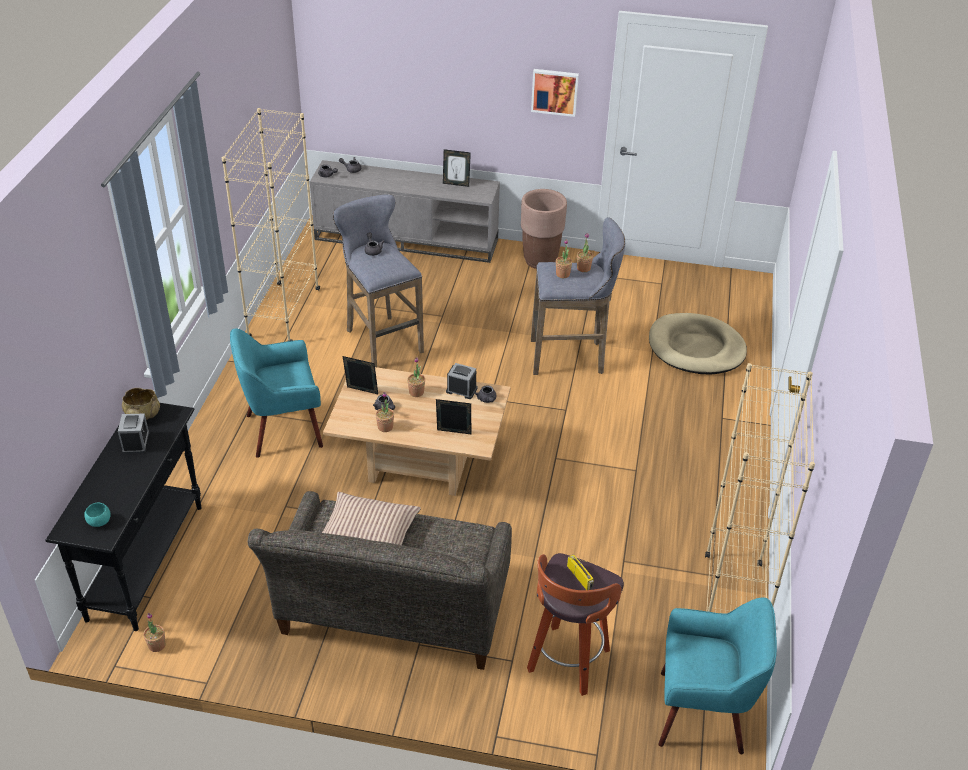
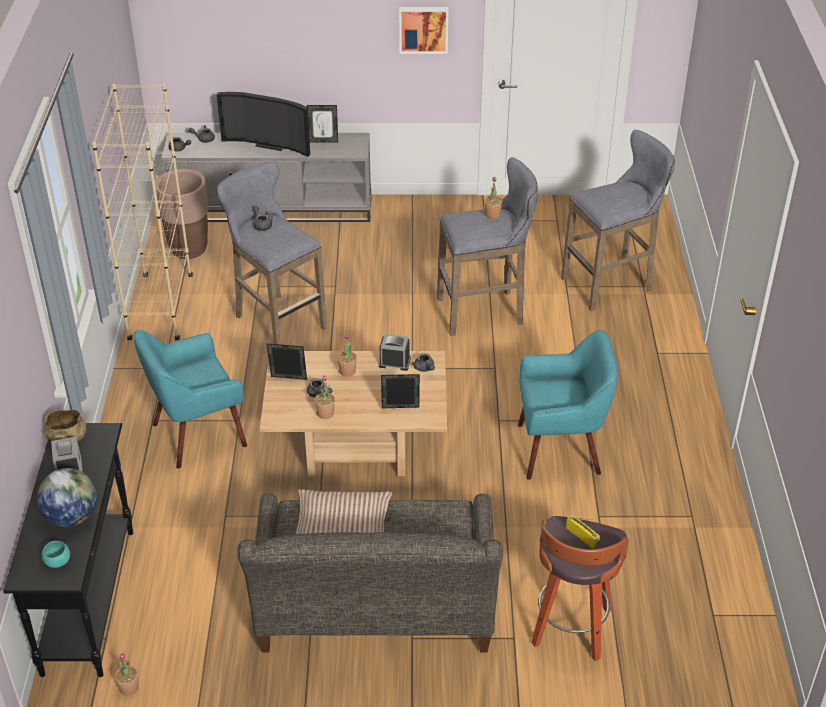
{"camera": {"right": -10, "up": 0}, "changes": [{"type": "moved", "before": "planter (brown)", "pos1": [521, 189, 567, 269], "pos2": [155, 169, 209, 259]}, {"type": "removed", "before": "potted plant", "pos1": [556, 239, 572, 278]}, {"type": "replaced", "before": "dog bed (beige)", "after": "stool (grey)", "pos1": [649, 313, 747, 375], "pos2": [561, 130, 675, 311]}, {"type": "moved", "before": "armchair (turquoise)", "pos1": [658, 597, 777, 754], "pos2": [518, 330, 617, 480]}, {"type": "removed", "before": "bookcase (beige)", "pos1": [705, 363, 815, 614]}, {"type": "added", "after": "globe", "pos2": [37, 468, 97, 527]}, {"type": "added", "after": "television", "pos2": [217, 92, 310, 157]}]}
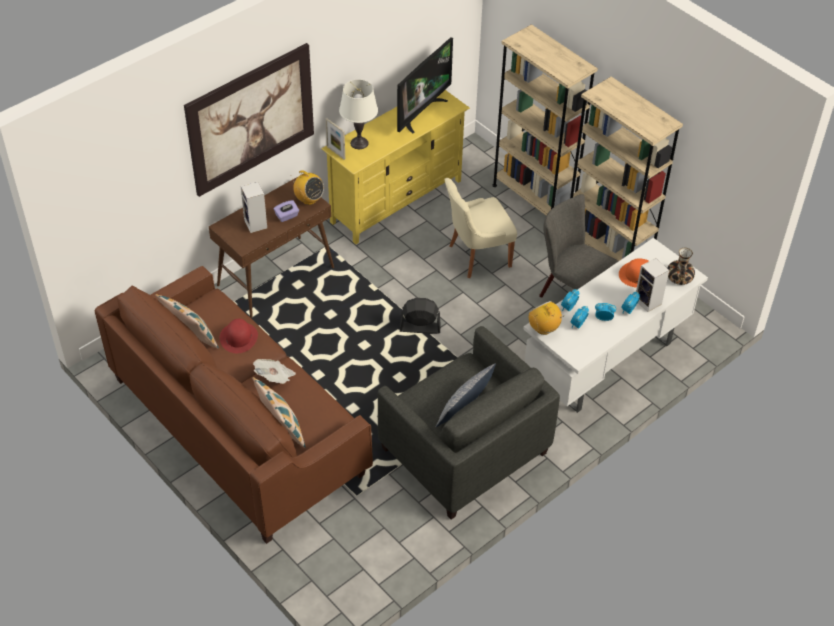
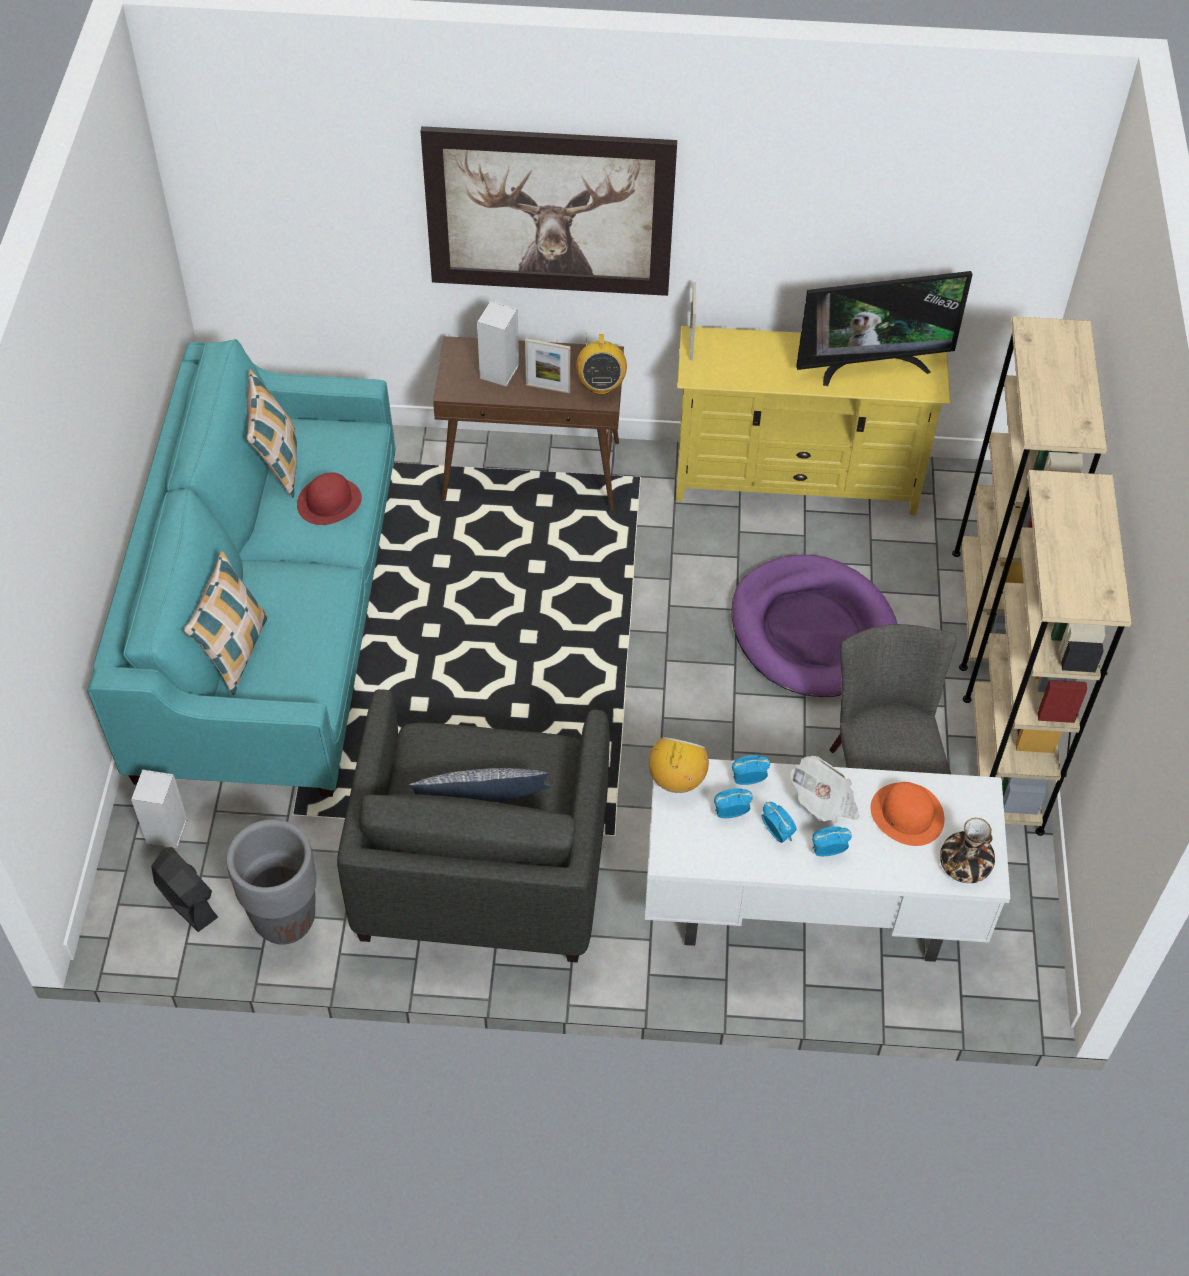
{"camera": {"right": 45, "up": 5}, "changes": [{"type": "recoloured", "before": "sofa (brown)", "after": "sofa (turquoise)", "pos1": [95, 266, 373, 544], "pos2": [87, 339, 396, 797]}, {"type": "moved", "before": "newspaper", "pos1": [253, 359, 296, 384], "pos2": [790, 756, 860, 823]}, {"type": "replaced", "before": "tissue box (purple)", "after": "picture frame", "pos1": [274, 200, 299, 222], "pos2": [525, 338, 570, 393]}, {"type": "removed", "before": "table lamp (white)", "pos1": [339, 79, 378, 149]}, {"type": "moved", "before": "fan (black)", "pos1": [400, 298, 440, 334], "pos2": [151, 847, 218, 932]}, {"type": "replaced", "before": "chair (beige)", "after": "dog bed (purple)", "pos1": [444, 178, 517, 278], "pos2": [731, 555, 897, 697]}, {"type": "moved", "before": "speaker", "pos1": [636, 258, 669, 312], "pos2": [131, 770, 188, 849]}, {"type": "added", "after": "planter (grey)", "pos2": [226, 819, 317, 945]}]}
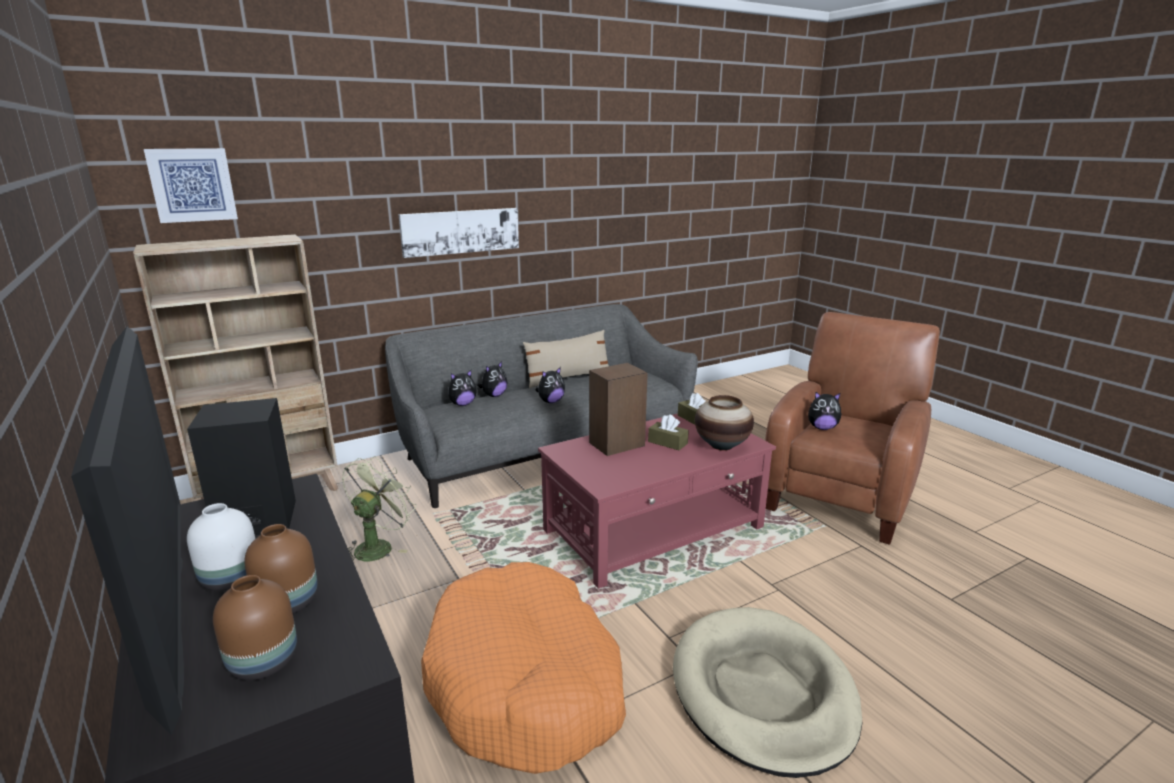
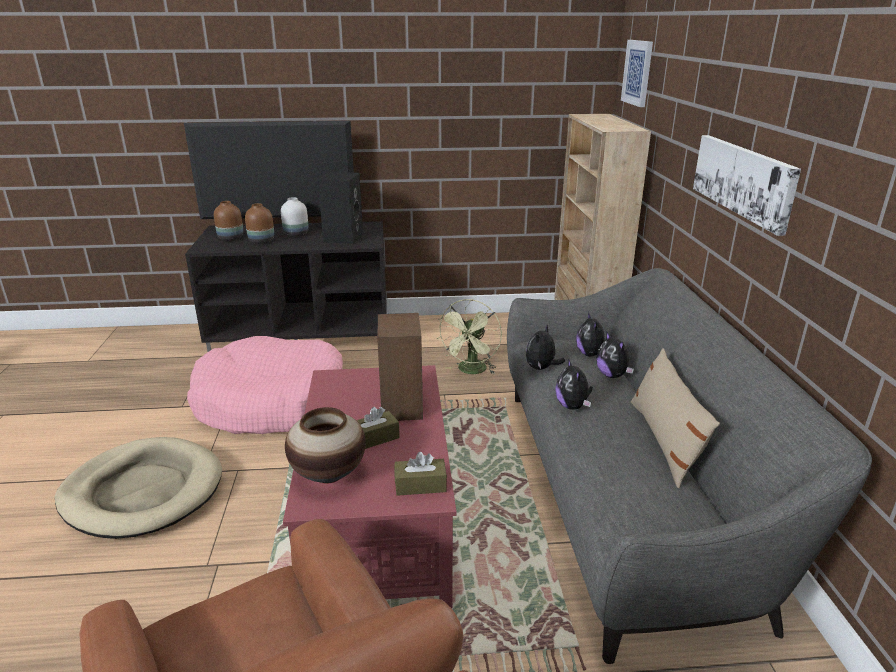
{"camera": {"right": 115, "up": 5}, "changes": [{"type": "turned", "before": "fan (green)", "pos1": [342, 456, 416, 561], "pos2": [437, 299, 502, 374], "turn": 60}, {"type": "recoloured", "before": "dog bed (orange)", "after": "dog bed (pink)", "pos1": [421, 562, 626, 774], "pos2": [187, 336, 343, 434]}, {"type": "moved", "before": "plush toy", "pos1": [808, 392, 842, 430], "pos2": [526, 325, 565, 370]}]}
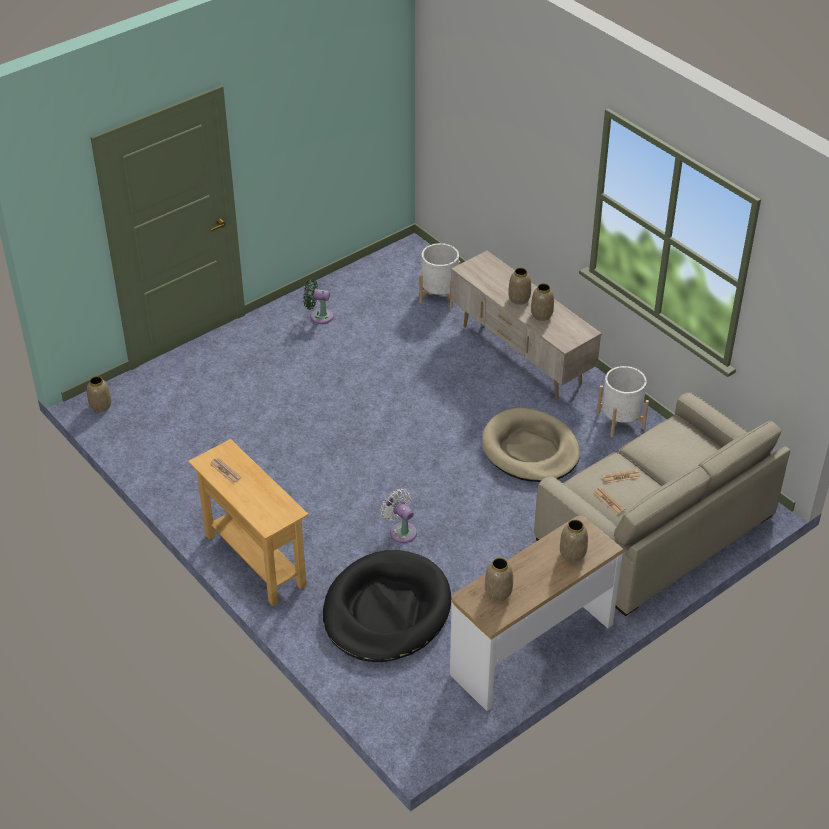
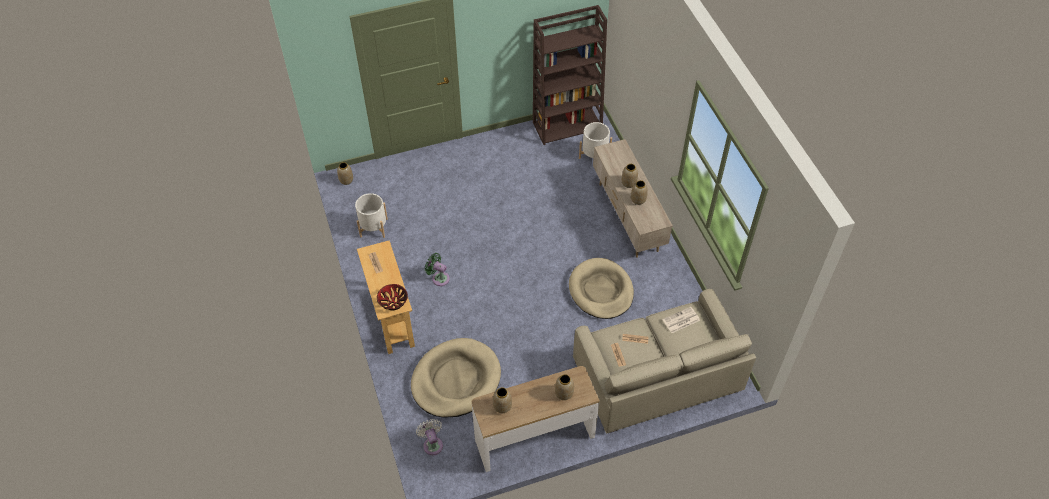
{"camera": {"right": 20, "up": 10}, "changes": [{"type": "moved", "before": "fan (green)", "pos1": [304, 278, 333, 324], "pos2": [425, 253, 450, 286]}, {"type": "recoloured", "before": "dog bed (black)", "after": "dog bed (beige)", "pos1": [323, 550, 451, 662], "pos2": [411, 338, 501, 418]}, {"type": "moved", "before": "fan (white)", "pos1": [380, 489, 417, 543], "pos2": [416, 419, 443, 455]}, {"type": "moved", "before": "planter (white)", "pos1": [597, 366, 649, 437], "pos2": [355, 193, 388, 238]}, {"type": "added", "after": "bowl", "pos2": [377, 284, 408, 310]}, {"type": "added", "after": "bookcase (brown)", "pos2": [533, 5, 607, 145]}, {"type": "added", "after": "newspaper", "pos2": [662, 307, 700, 333]}]}
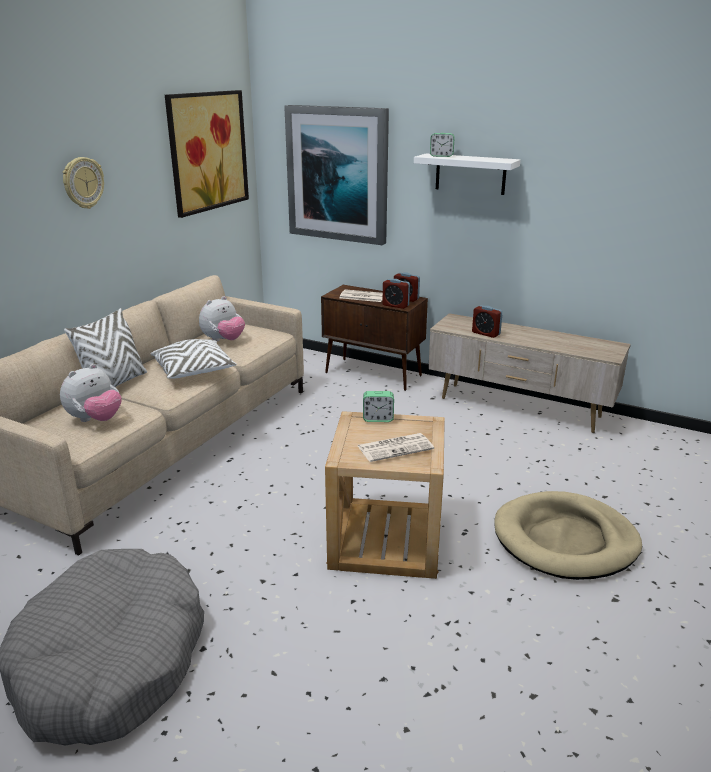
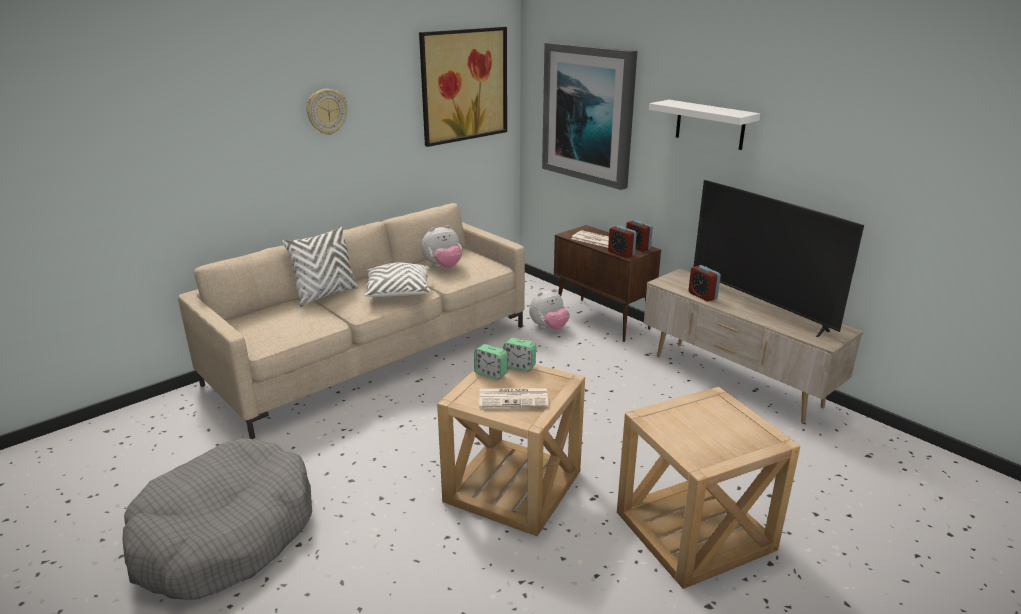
{"camera": {"right": 20, "up": 0}, "changes": [{"type": "moved", "before": "plush toy", "pos1": [60, 364, 122, 422], "pos2": [529, 289, 570, 330]}, {"type": "moved", "before": "alarm clock", "pos1": [430, 133, 455, 157], "pos2": [474, 344, 508, 380]}, {"type": "replaced", "before": "dog bed (beige)", "after": "side table (beige)", "pos1": [494, 491, 642, 580], "pos2": [617, 387, 800, 589]}, {"type": "added", "after": "television", "pos2": [694, 180, 864, 337]}]}
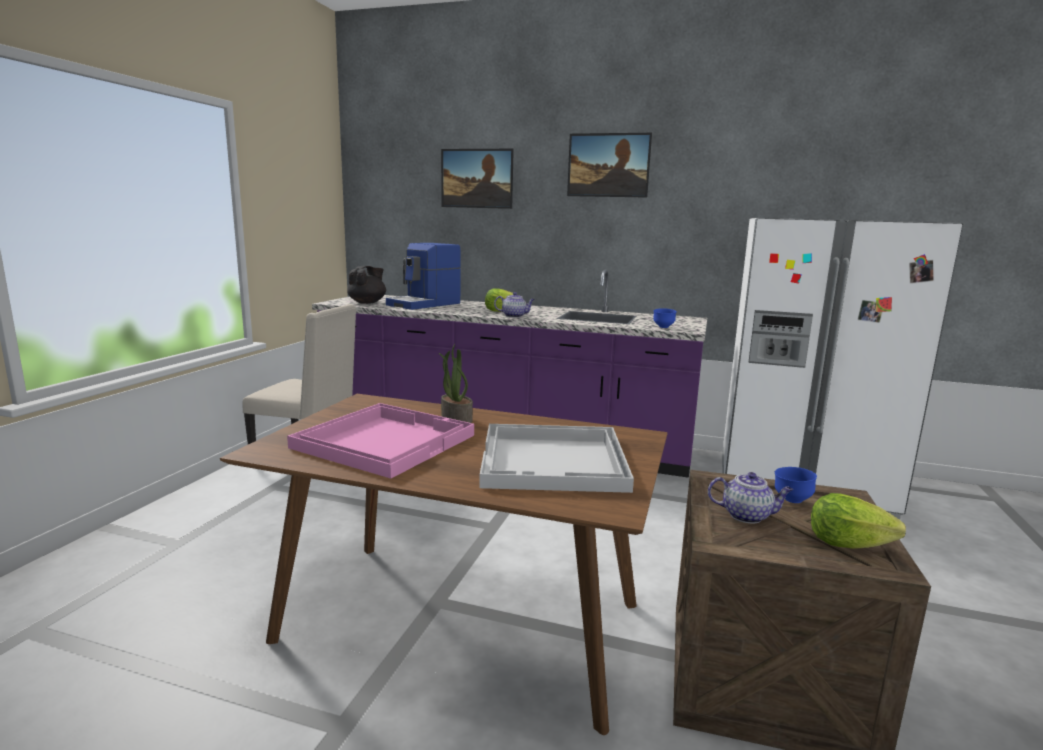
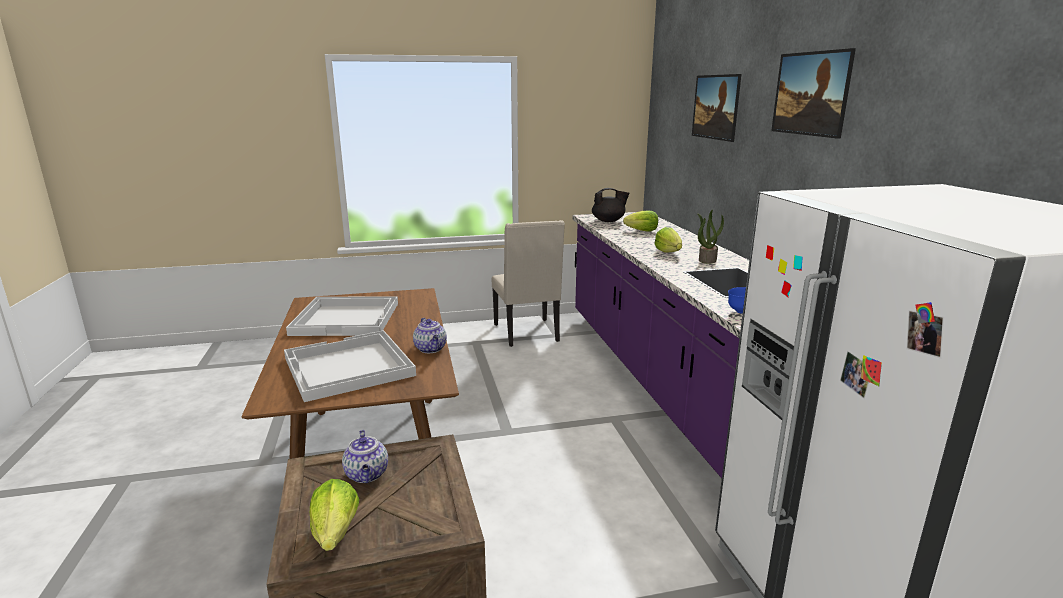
{"camera": {"right": 60, "up": 5}, "changes": [{"type": "recoloured", "before": "tray (pink)", "after": "tray (white)", "pos1": [287, 403, 474, 478], "pos2": [286, 296, 398, 336]}, {"type": "replaced", "before": "coffee machine", "after": "lettuce", "pos1": [386, 243, 461, 310], "pos2": [623, 211, 658, 232]}, {"type": "moved", "before": "potted plant", "pos1": [439, 344, 473, 423], "pos2": [697, 210, 724, 264]}, {"type": "moved", "before": "teapot", "pos1": [494, 292, 535, 318], "pos2": [413, 318, 447, 353]}, {"type": "removed", "before": "bowl (blue)", "pos1": [775, 467, 817, 503]}]}
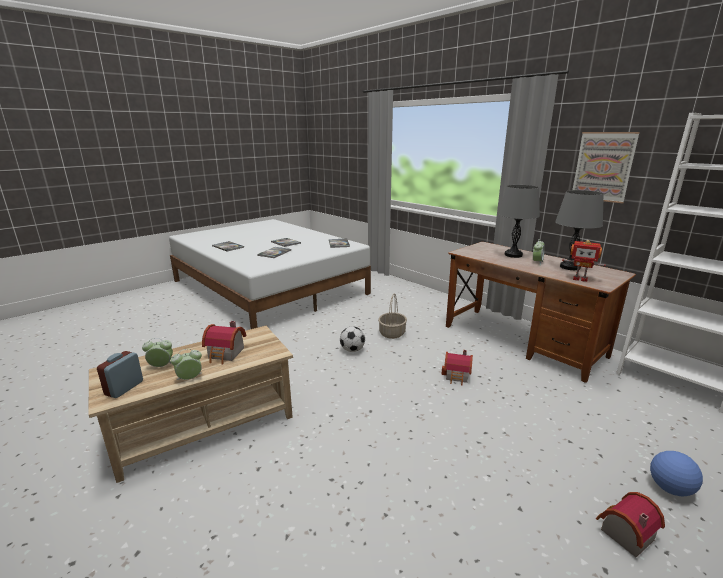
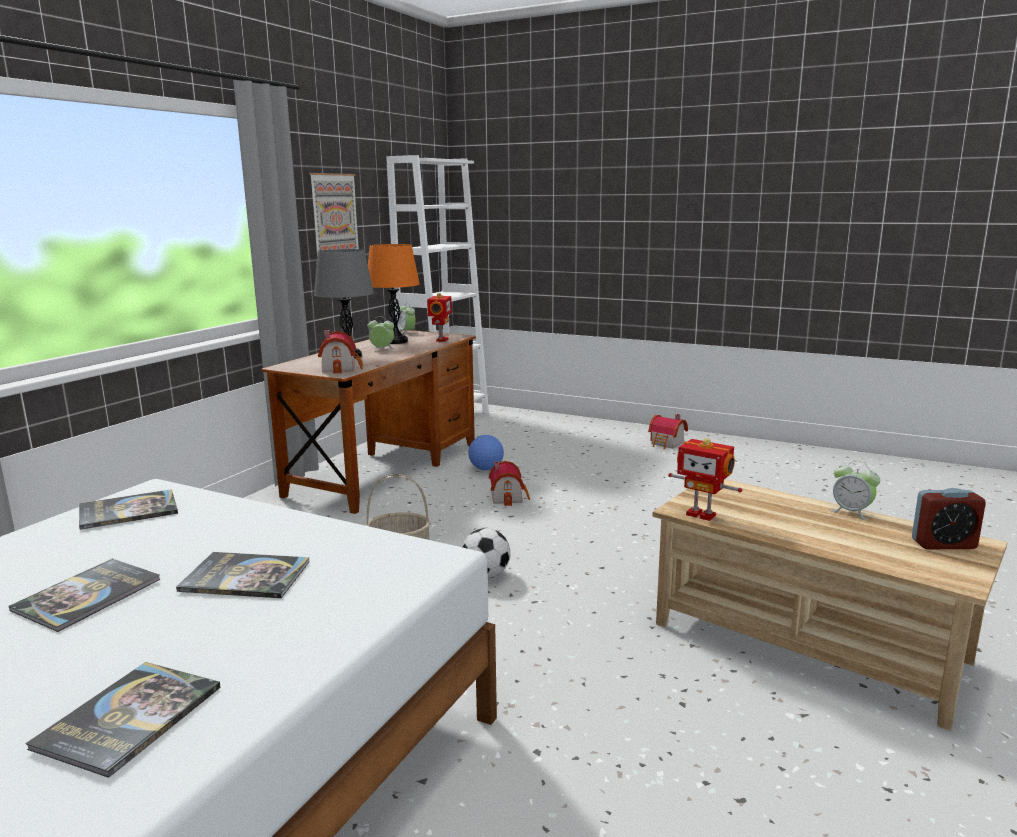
{"camera": {"right": -110, "up": -5}, "changes": [{"type": "moved", "before": "alarm clock", "pos1": [142, 338, 173, 367], "pos2": [398, 303, 416, 335]}, {"type": "moved", "before": "toy house", "pos1": [202, 321, 246, 365], "pos2": [318, 330, 363, 374]}, {"type": "recoloured", "before": "table lamp (grey)", "after": "table lamp (orange)", "pos1": [555, 190, 604, 270], "pos2": [368, 244, 420, 344]}, {"type": "moved", "before": "football", "pos1": [650, 451, 703, 496], "pos2": [468, 435, 504, 470]}, {"type": "added", "after": "toy robot", "pos2": [668, 438, 742, 521]}]}
